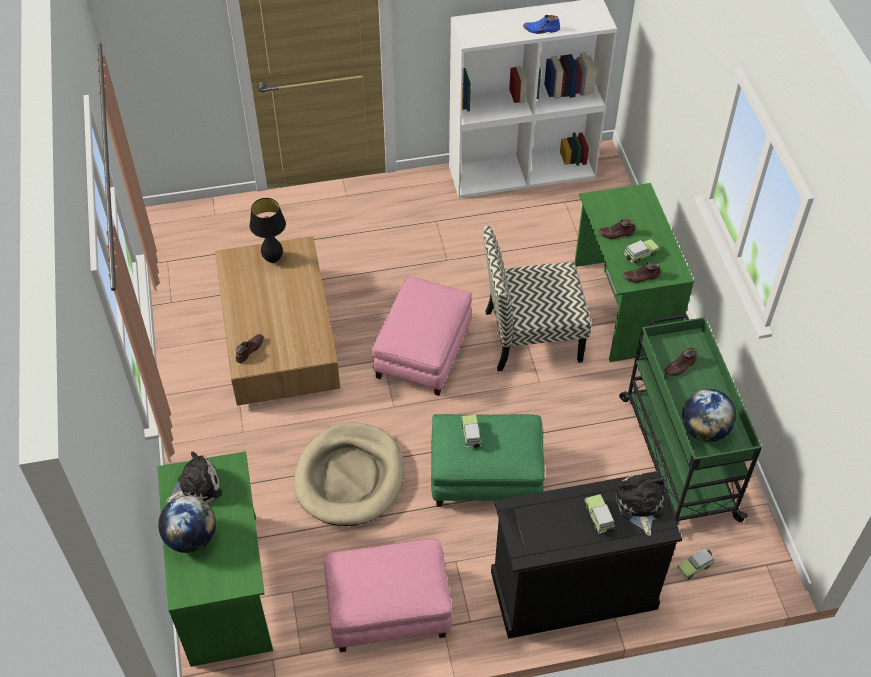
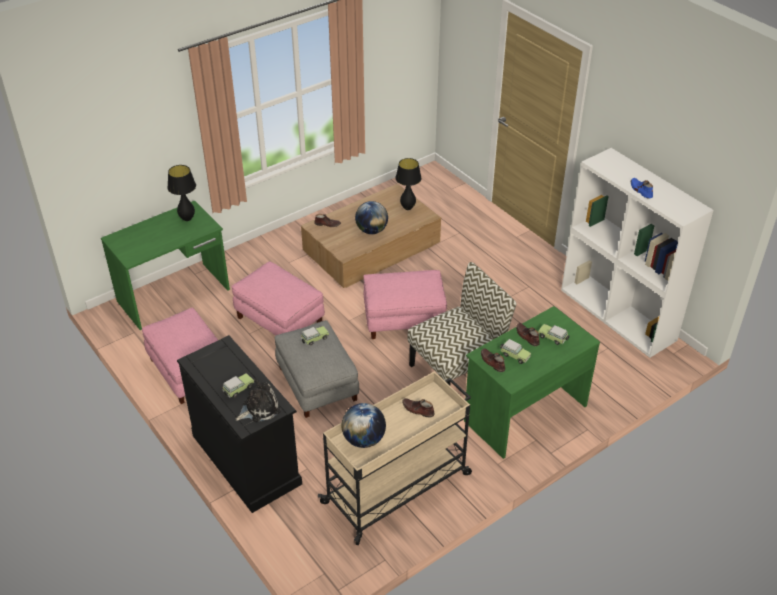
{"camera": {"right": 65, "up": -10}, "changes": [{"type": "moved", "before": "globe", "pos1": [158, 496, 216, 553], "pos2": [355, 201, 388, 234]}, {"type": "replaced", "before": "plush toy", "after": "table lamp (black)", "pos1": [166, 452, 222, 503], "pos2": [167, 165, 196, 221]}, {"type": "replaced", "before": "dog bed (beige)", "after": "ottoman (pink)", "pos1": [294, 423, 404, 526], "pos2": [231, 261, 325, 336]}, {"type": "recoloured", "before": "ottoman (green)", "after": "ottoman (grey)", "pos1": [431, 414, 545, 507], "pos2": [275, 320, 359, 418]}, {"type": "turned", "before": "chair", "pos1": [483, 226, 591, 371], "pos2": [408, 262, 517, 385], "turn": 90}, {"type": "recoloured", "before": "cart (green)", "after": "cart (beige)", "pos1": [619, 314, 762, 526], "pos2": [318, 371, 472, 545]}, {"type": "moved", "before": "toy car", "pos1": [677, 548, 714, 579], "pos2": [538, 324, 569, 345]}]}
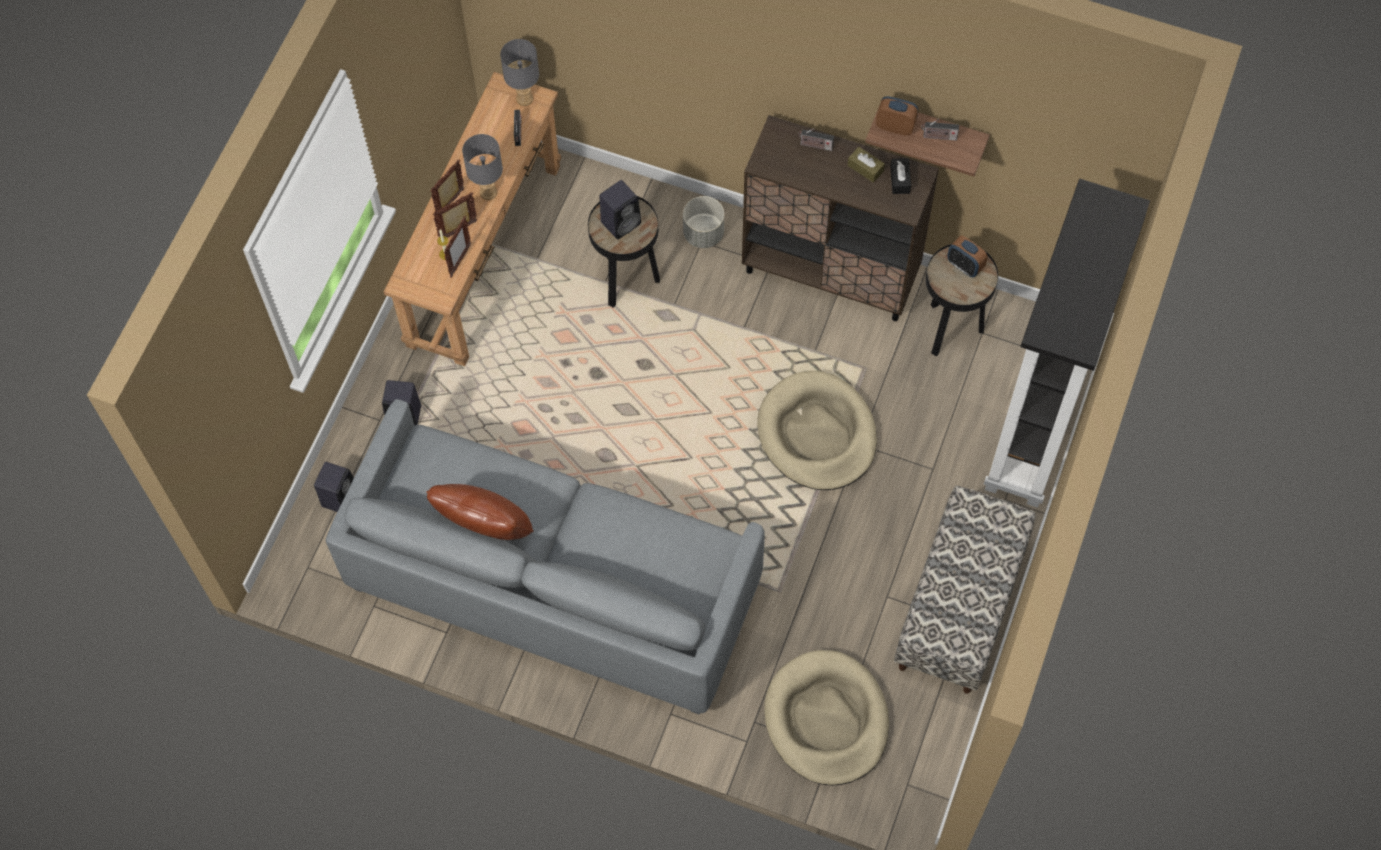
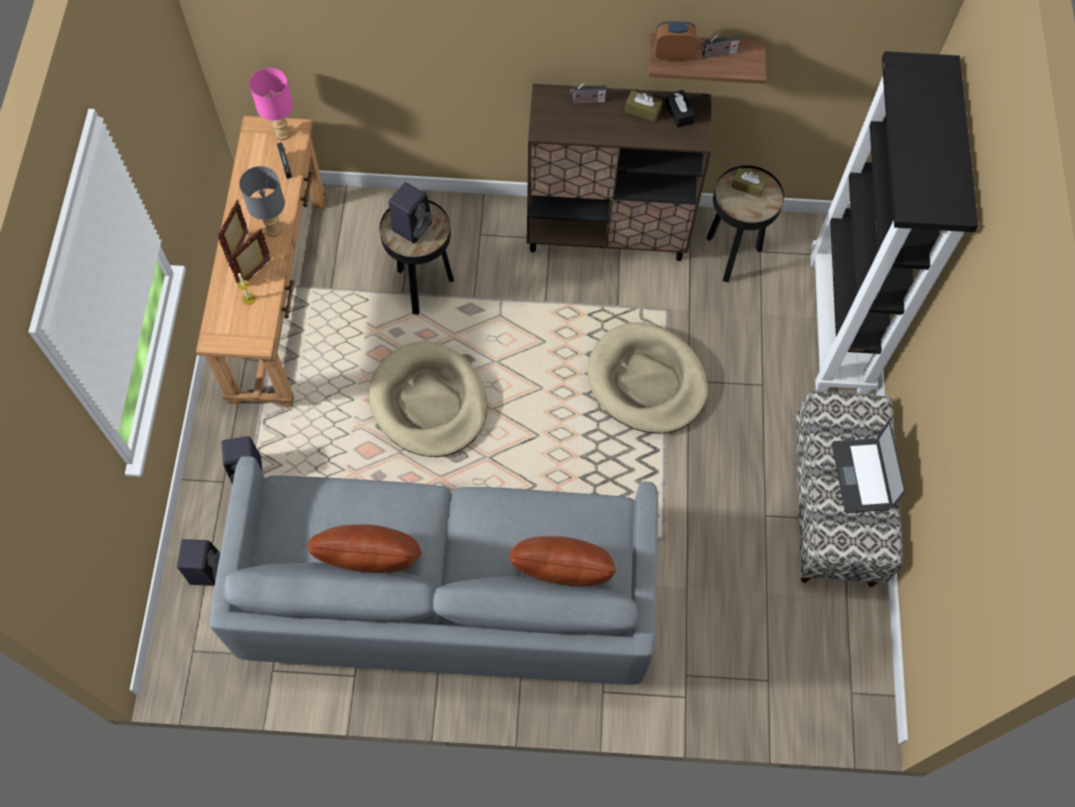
{"camera": {"right": -20, "up": 0}, "changes": [{"type": "removed", "before": "picture frame", "pos1": [444, 216, 471, 278]}, {"type": "recoloured", "before": "table lamp (grey)", "after": "table lamp (pink)", "pos1": [500, 39, 539, 106], "pos2": [250, 68, 293, 140]}, {"type": "removed", "before": "planter (grey)", "pos1": [683, 196, 724, 248]}, {"type": "moved", "before": "dog bed (beige)", "pos1": [764, 650, 889, 786], "pos2": [369, 341, 487, 457]}, {"type": "replaced", "before": "alarm clock", "after": "tissue box (brown)", "pos1": [947, 236, 987, 277], "pos2": [731, 168, 768, 198]}, {"type": "added", "after": "pillow (brown)", "pos2": [509, 536, 617, 586]}, {"type": "added", "after": "laptop", "pos2": [832, 420, 905, 513]}]}
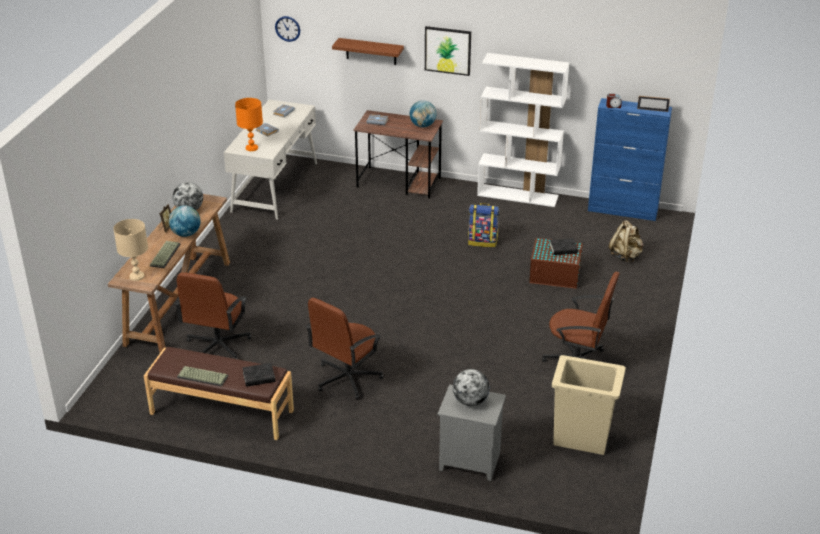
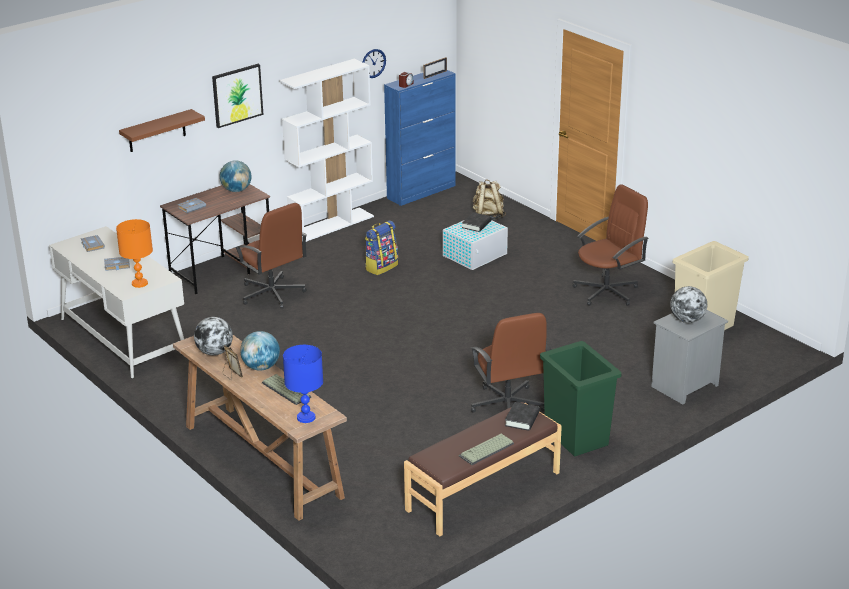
{"camera": {"right": -55, "up": -5}, "changes": [{"type": "recoloured", "before": "table lamp (beige)", "after": "table lamp (blue)", "pos1": [113, 219, 148, 281], "pos2": [283, 345, 323, 423]}, {"type": "moved", "before": "office chair (brown)", "pos1": [175, 272, 251, 359], "pos2": [235, 203, 307, 309]}, {"type": "moved", "before": "wall clock", "pos1": [275, 16, 300, 42], "pos2": [363, 49, 386, 78]}, {"type": "recoloured", "before": "storage box (brown)", "after": "storage box (white)", "pos1": [529, 238, 583, 289], "pos2": [443, 220, 508, 270]}, {"type": "added", "after": "trash can (green)", "pos2": [540, 341, 622, 457]}]}
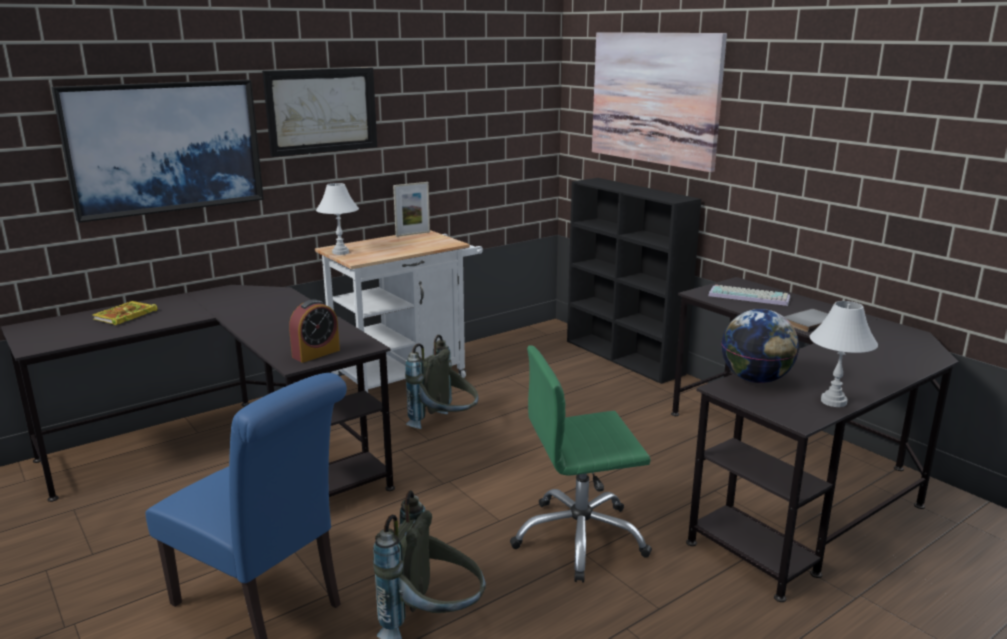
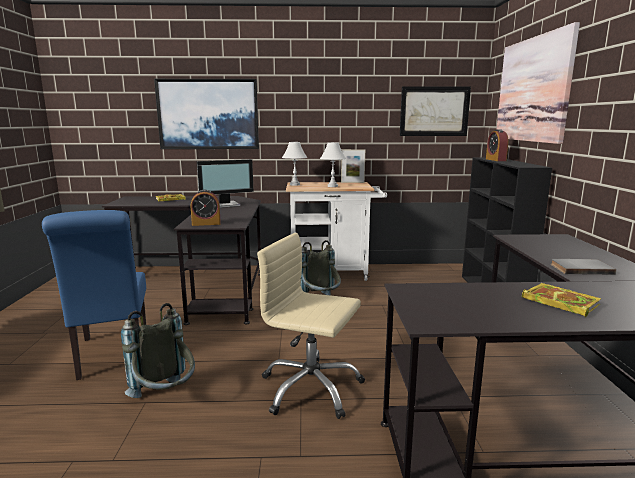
{"camera": {"right": 35, "up": -5}, "changes": [{"type": "moved", "before": "picture", "pos1": [262, 68, 377, 157], "pos2": [400, 86, 471, 136]}, {"type": "recoloured", "before": "office chair (green)", "after": "office chair (beige)", "pos1": [510, 345, 652, 583], "pos2": [257, 233, 365, 419]}, {"type": "removed", "before": "keyboard", "pos1": [708, 285, 790, 306]}, {"type": "removed", "before": "globe", "pos1": [721, 309, 799, 383]}, {"type": "moved", "before": "table lamp (white)", "pos1": [810, 301, 878, 407], "pos2": [320, 142, 346, 187]}, {"type": "added", "after": "monitor", "pos2": [197, 159, 254, 208]}, {"type": "added", "after": "alarm clock", "pos2": [486, 129, 509, 161]}, {"type": "added", "after": "book", "pos2": [522, 283, 601, 317]}]}
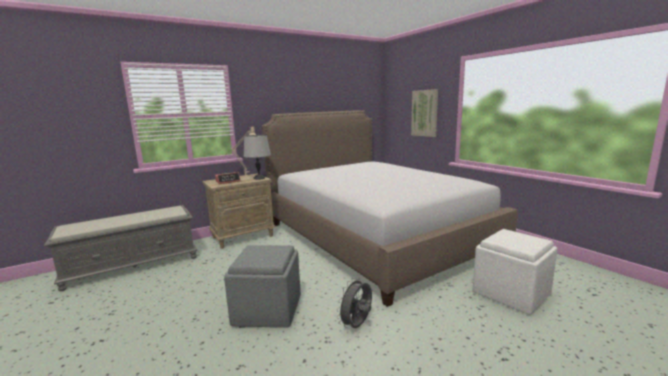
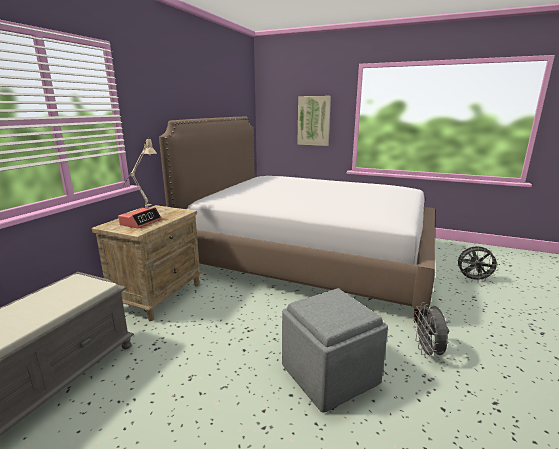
{"camera": {"right": -35, "up": 5}, "changes": [{"type": "removed", "before": "table lamp (grey)", "pos1": [244, 135, 271, 180]}, {"type": "replaced", "before": "ottoman (white)", "after": "fan (grey)", "pos1": [473, 229, 557, 315], "pos2": [458, 246, 500, 282]}]}
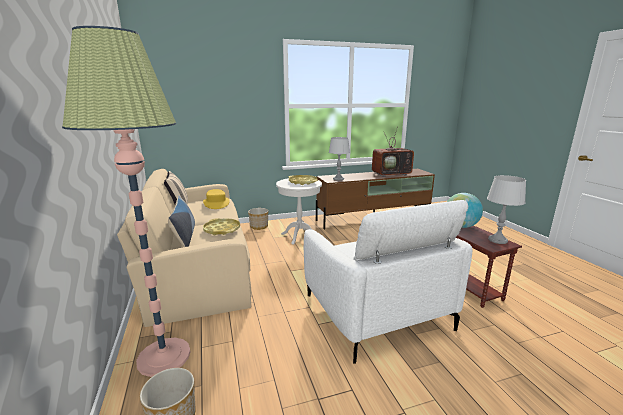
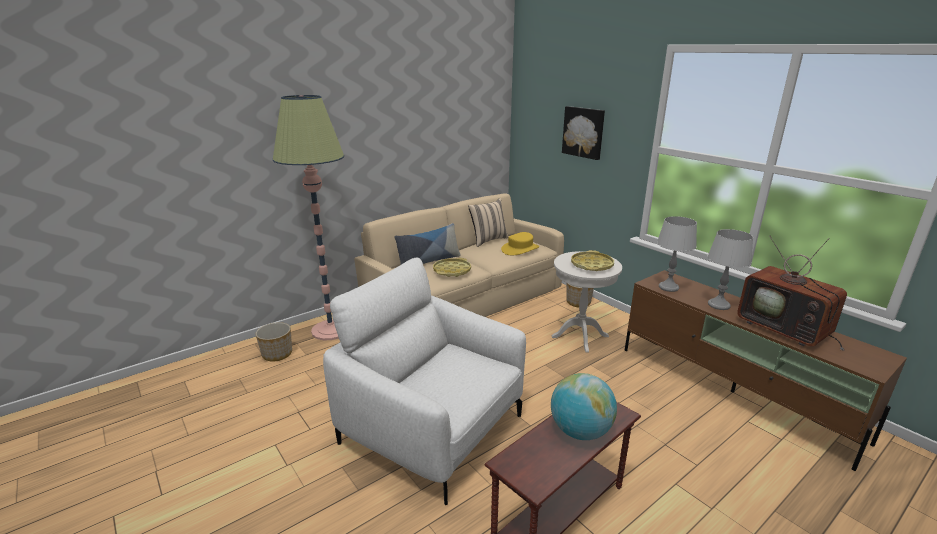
{"camera": {"right": 70, "up": 5}, "changes": [{"type": "turned", "before": "armchair (white)", "pos1": [304, 200, 472, 364], "pos2": [323, 257, 526, 505], "turn": 75}, {"type": "moved", "before": "table lamp (grey)", "pos1": [487, 175, 526, 244], "pos2": [707, 229, 753, 310]}, {"type": "added", "after": "picture", "pos2": [562, 106, 605, 160]}]}
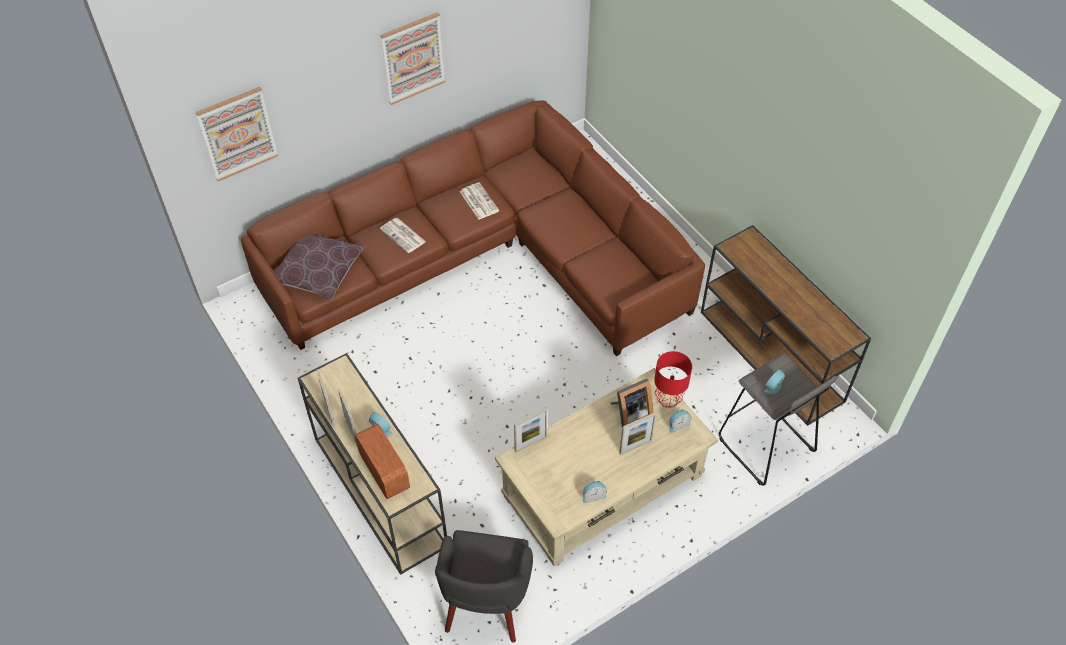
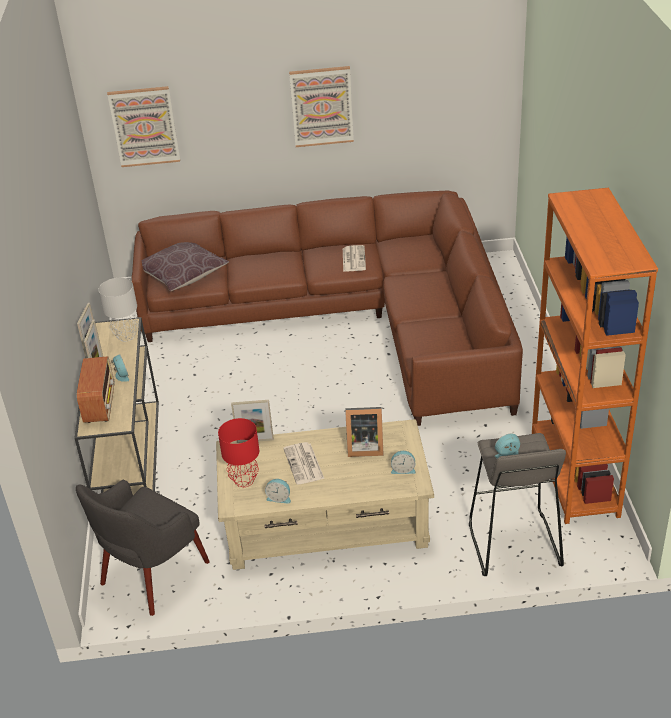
{"camera": {"right": 30, "up": -15}, "changes": [{"type": "moved", "before": "newspaper", "pos1": [380, 218, 426, 253], "pos2": [283, 442, 324, 484]}, {"type": "removed", "before": "picture frame", "pos1": [619, 413, 656, 455]}, {"type": "moved", "before": "table lamp (red)", "pos1": [654, 351, 692, 408], "pos2": [218, 418, 259, 487]}, {"type": "replaced", "before": "console table (brown)", "after": "bookcase (orange)", "pos1": [701, 225, 871, 426], "pos2": [532, 188, 658, 524]}, {"type": "added", "after": "table lamp (grey)", "pos2": [98, 278, 139, 341]}]}
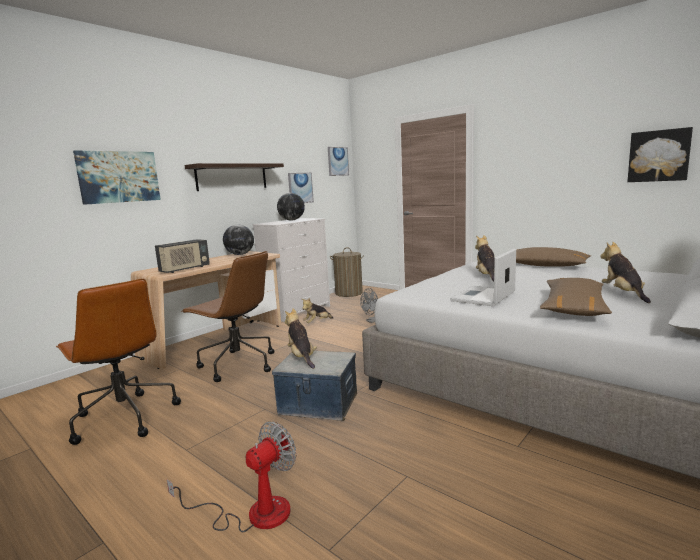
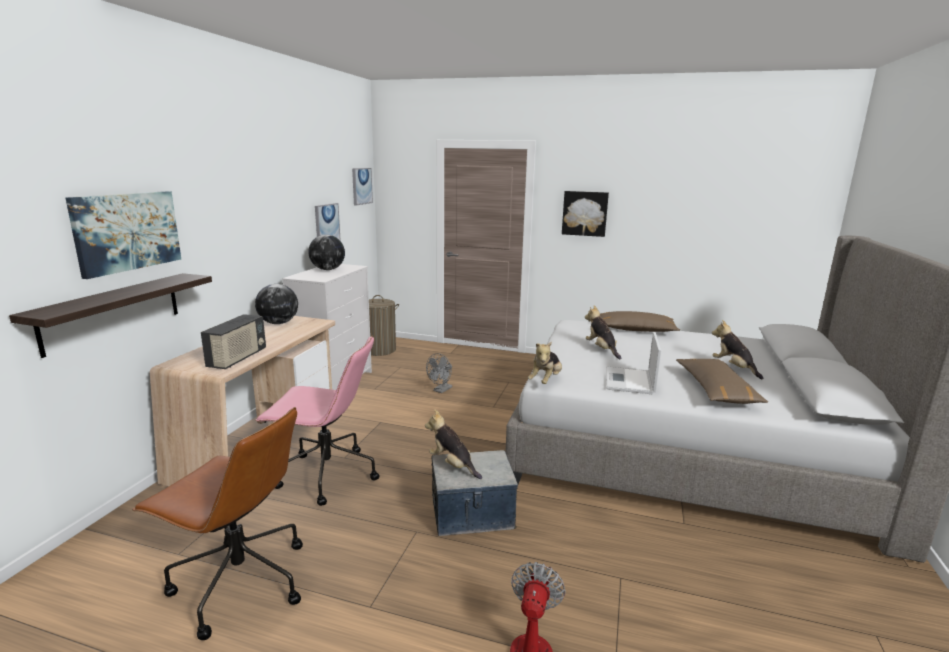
{"camera": {"right": -25, "up": 5}, "changes": [{"type": "recoloured", "before": "office chair (brown)", "after": "office chair (pink)", "pos1": [181, 251, 274, 382], "pos2": [255, 336, 380, 506]}, {"type": "moved", "before": "shelf", "pos1": [185, 163, 284, 191], "pos2": [9, 273, 212, 358]}, {"type": "moved", "before": "plush toy", "pos1": [302, 298, 333, 323], "pos2": [528, 342, 562, 384]}, {"type": "moved", "before": "picture", "pos1": [627, 127, 693, 182], "pos2": [562, 191, 609, 237]}]}
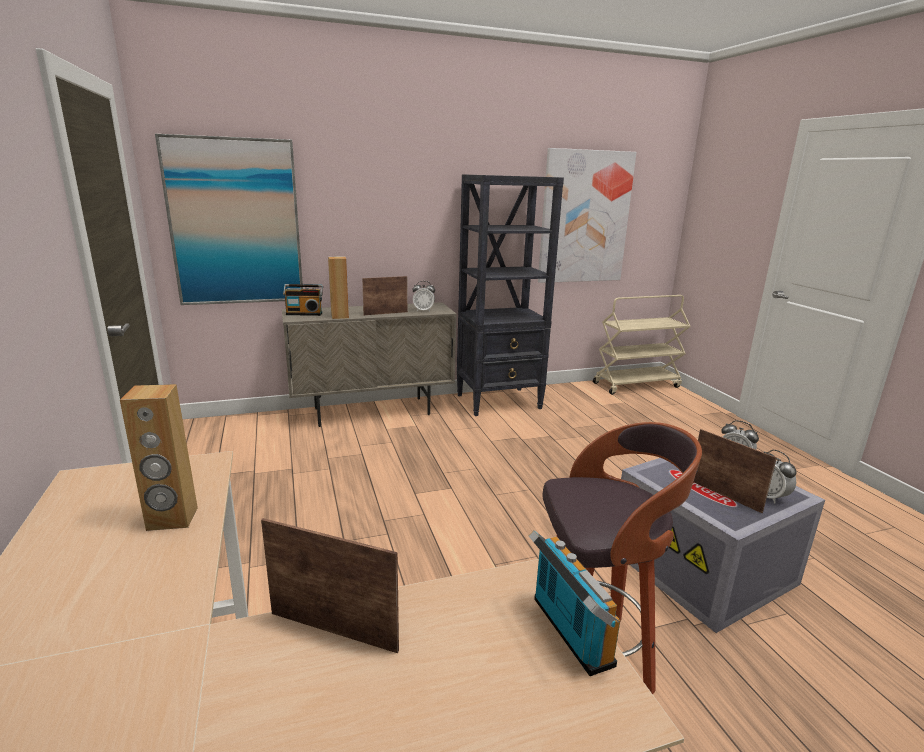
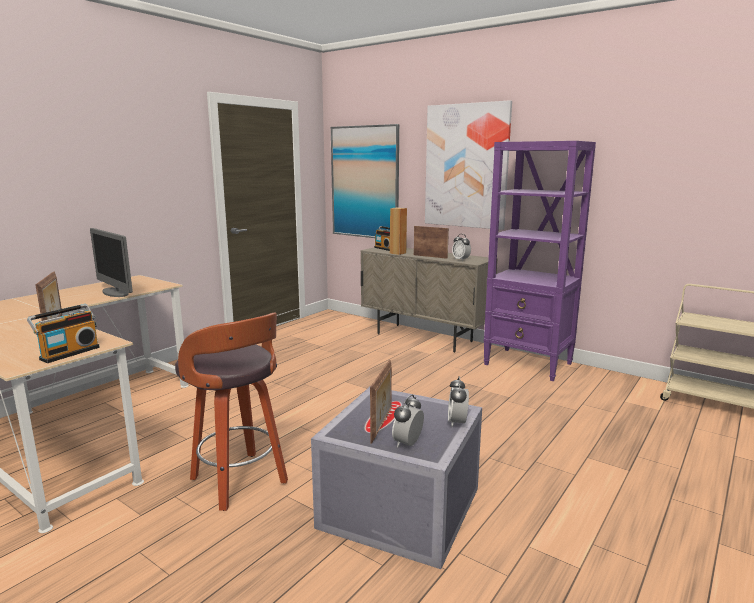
{"camera": {"right": 55, "up": -5}, "changes": [{"type": "replaced", "before": "speaker (brown)", "after": "monitor", "pos1": [120, 384, 198, 531], "pos2": [90, 228, 133, 297]}, {"type": "recoloured", "before": "bookcase (black)", "after": "bookcase (purple)", "pos1": [457, 174, 564, 416], "pos2": [483, 141, 596, 381]}, {"type": "moved", "before": "picture", "pos1": [538, 148, 636, 283], "pos2": [425, 100, 512, 230]}]}
